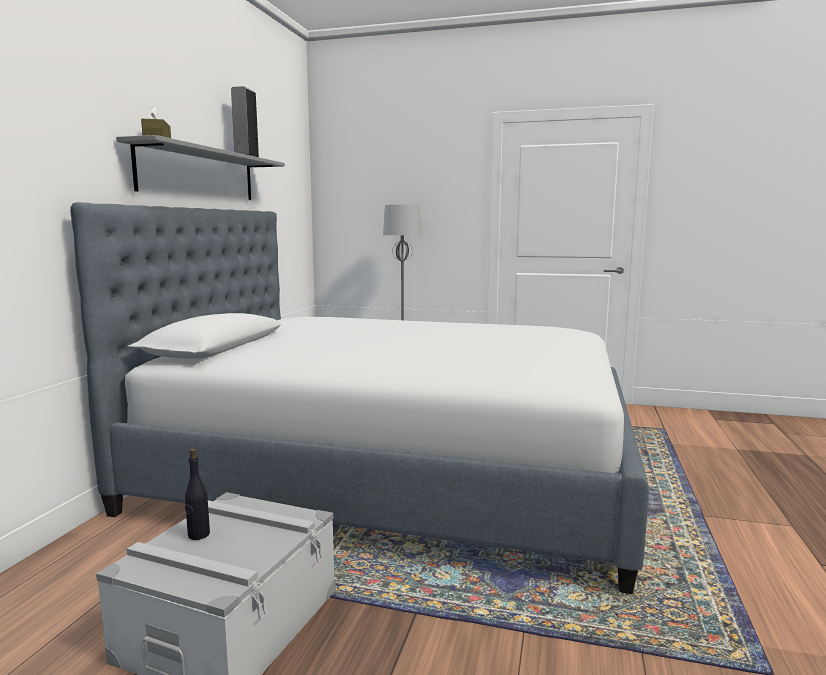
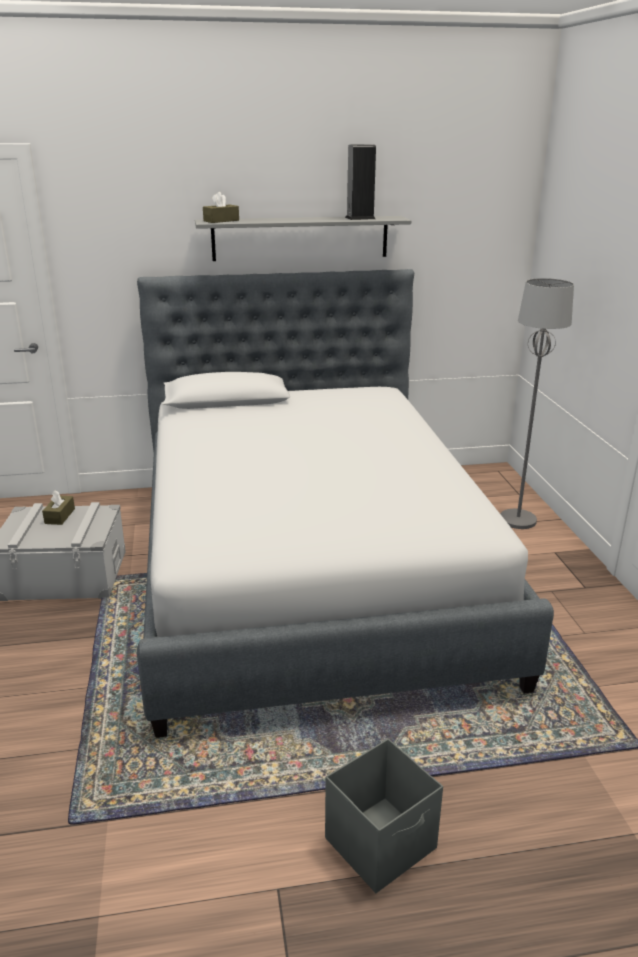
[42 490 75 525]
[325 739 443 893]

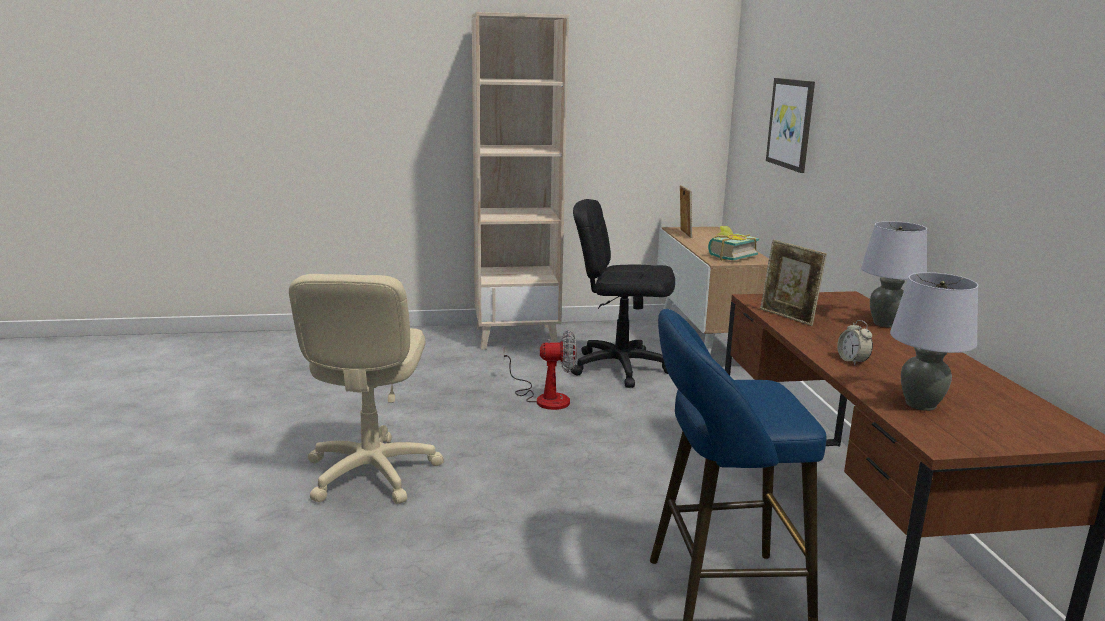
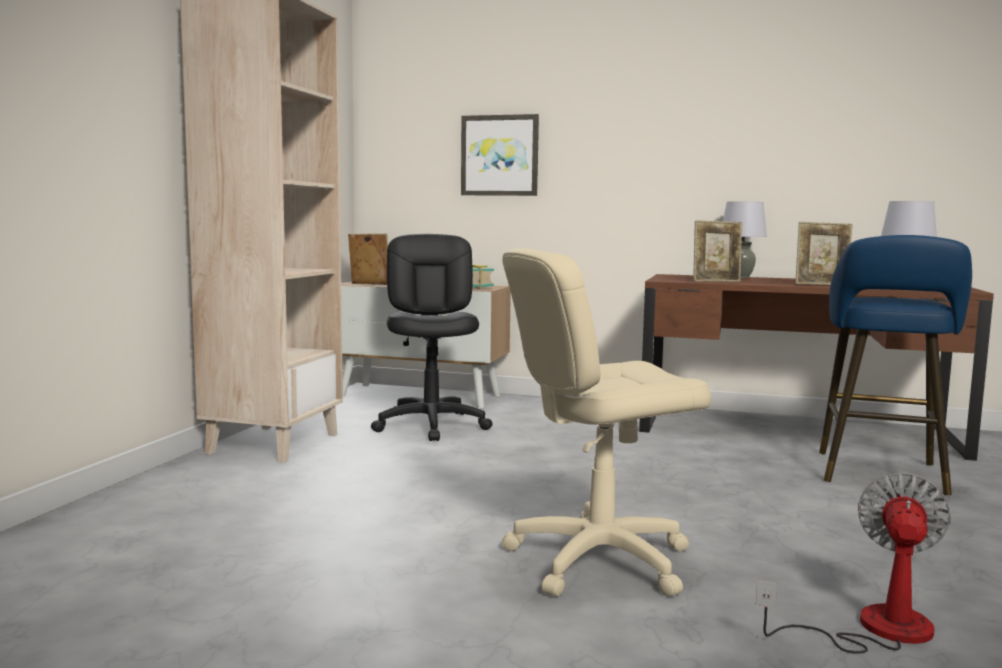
[371 234 493 441]
[501 248 711 596]
[756 472 951 654]
[795 222 853 285]

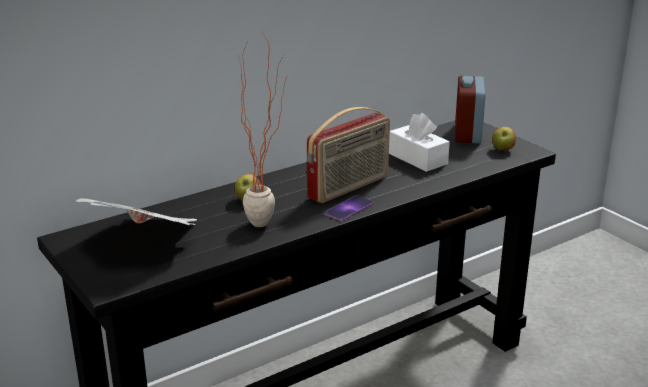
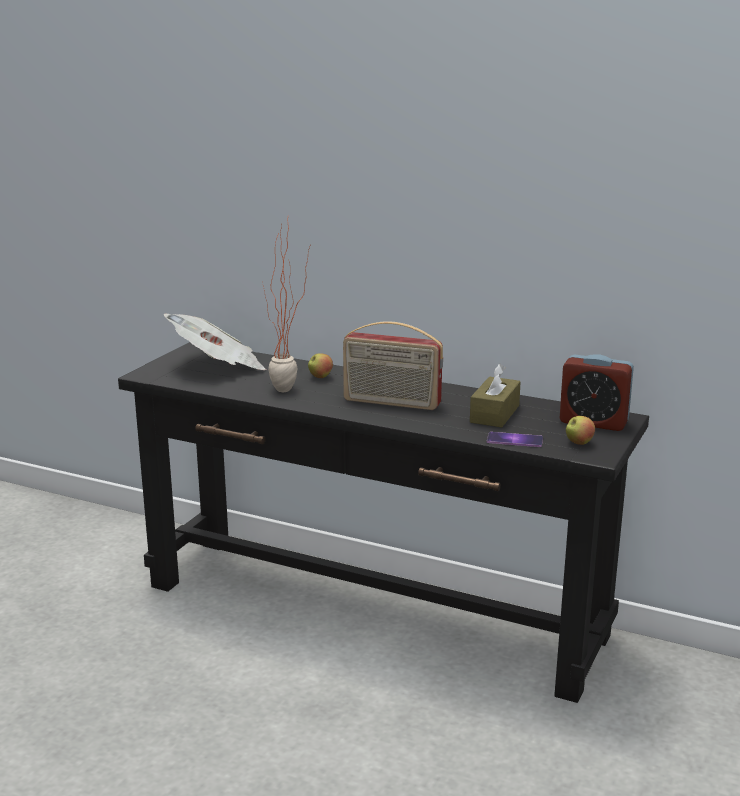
[470 364 521 428]
[487 432 543 447]
[560 354 634 431]

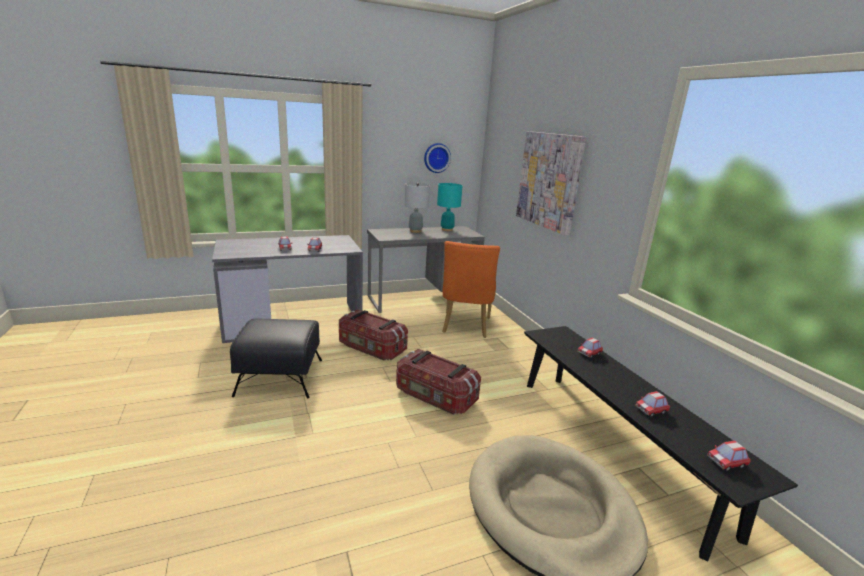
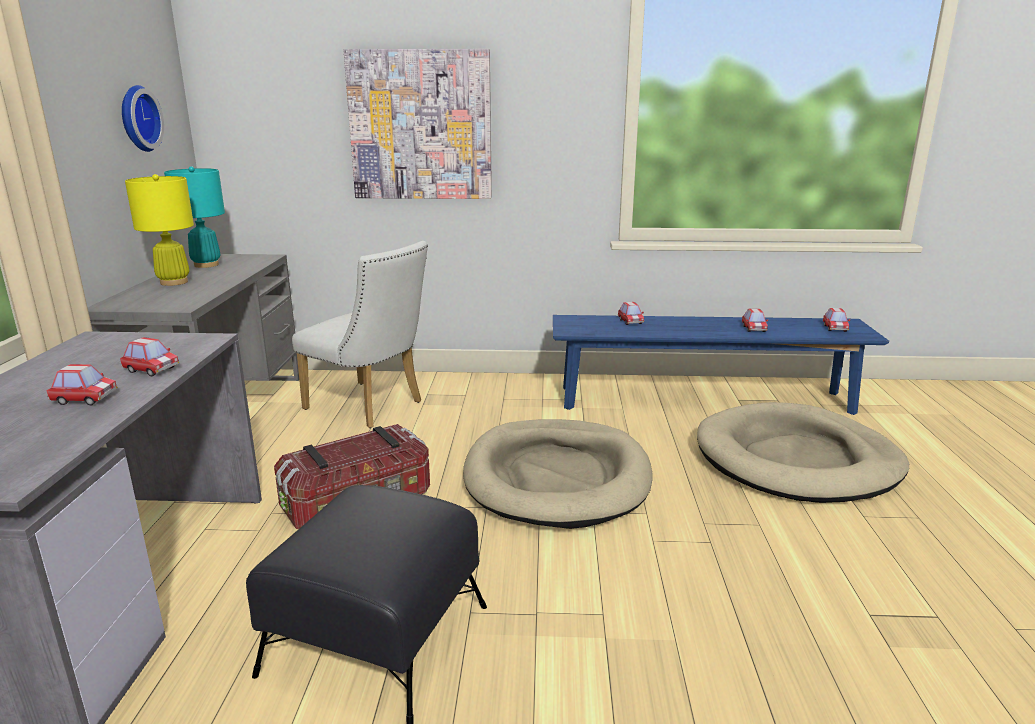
[125 174 194 286]
[292 241 428 428]
[463 419 653 529]
[553 315 889 415]

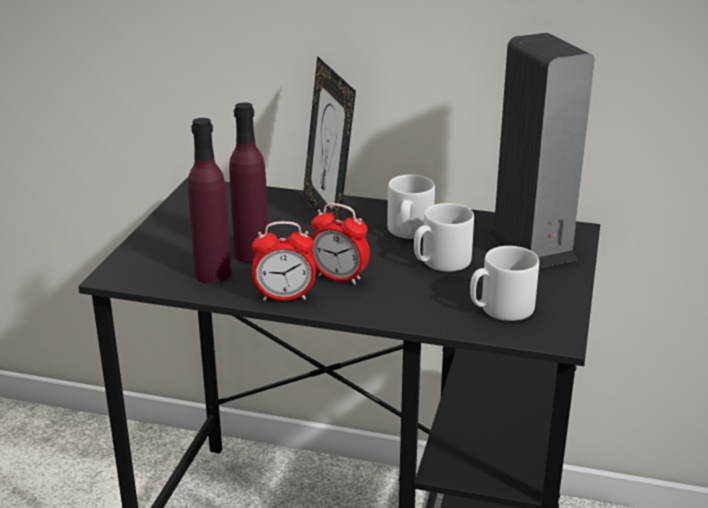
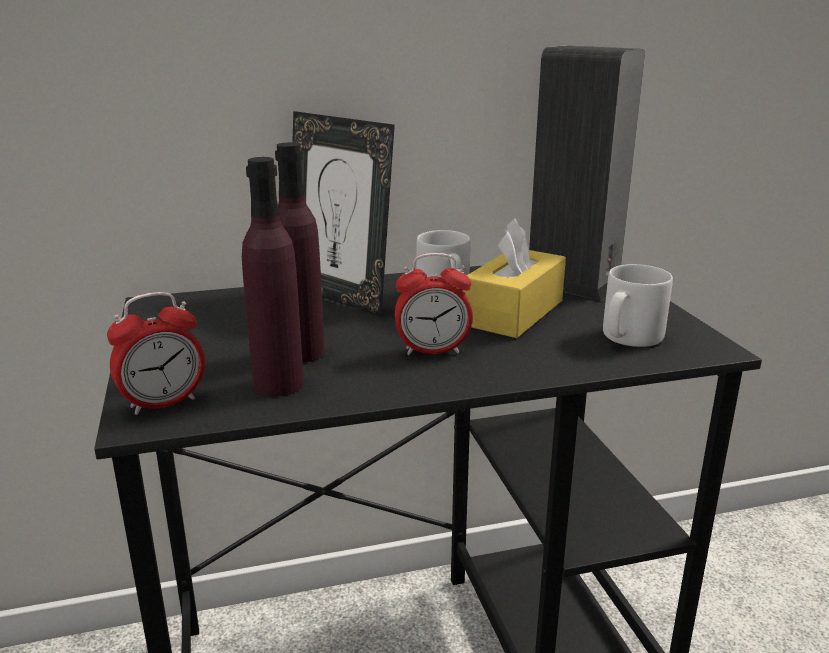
[107 292 205 415]
[463 219 566 338]

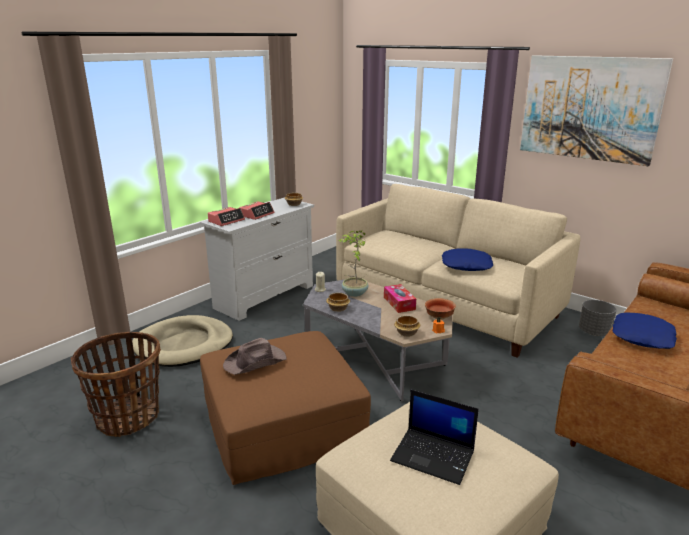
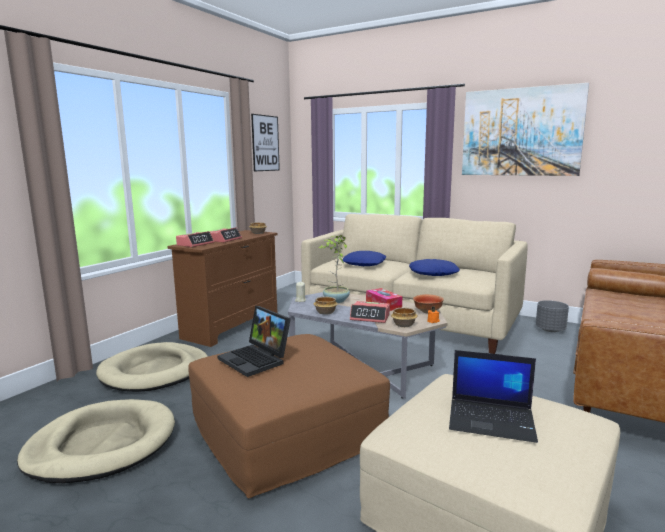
[17 399 175 483]
[167 230 278 347]
[218 306 291 377]
[251 114 280 171]
[342 251 387 266]
[350 301 390 323]

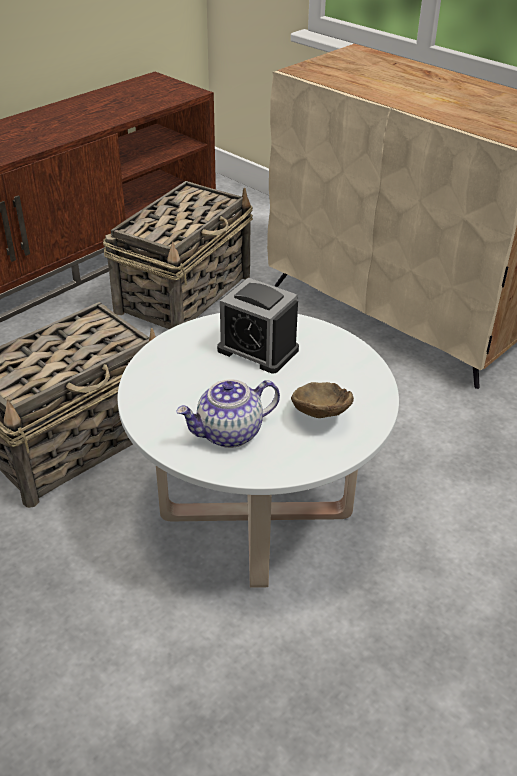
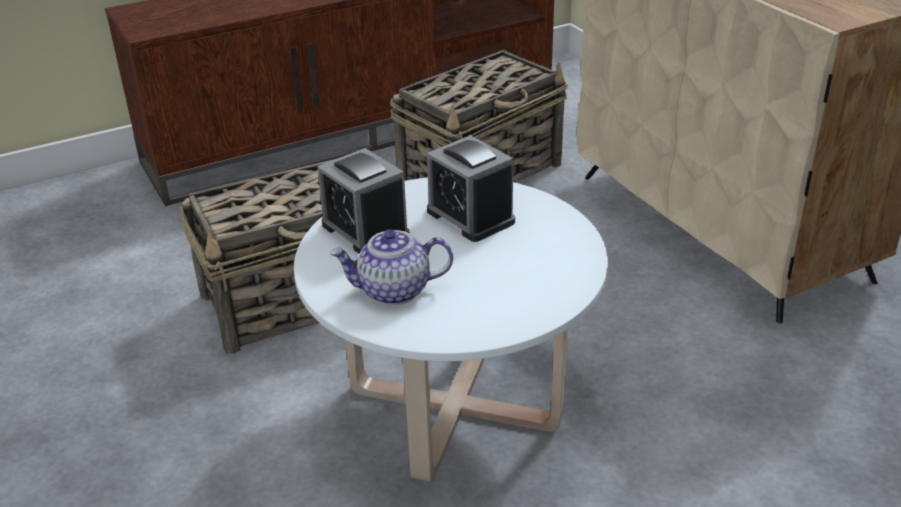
[317 148 409 254]
[291 382 354 418] (first image)

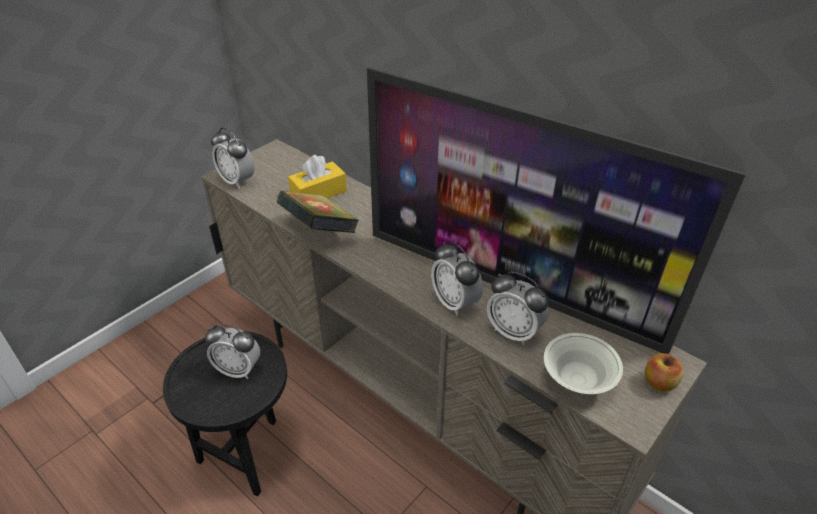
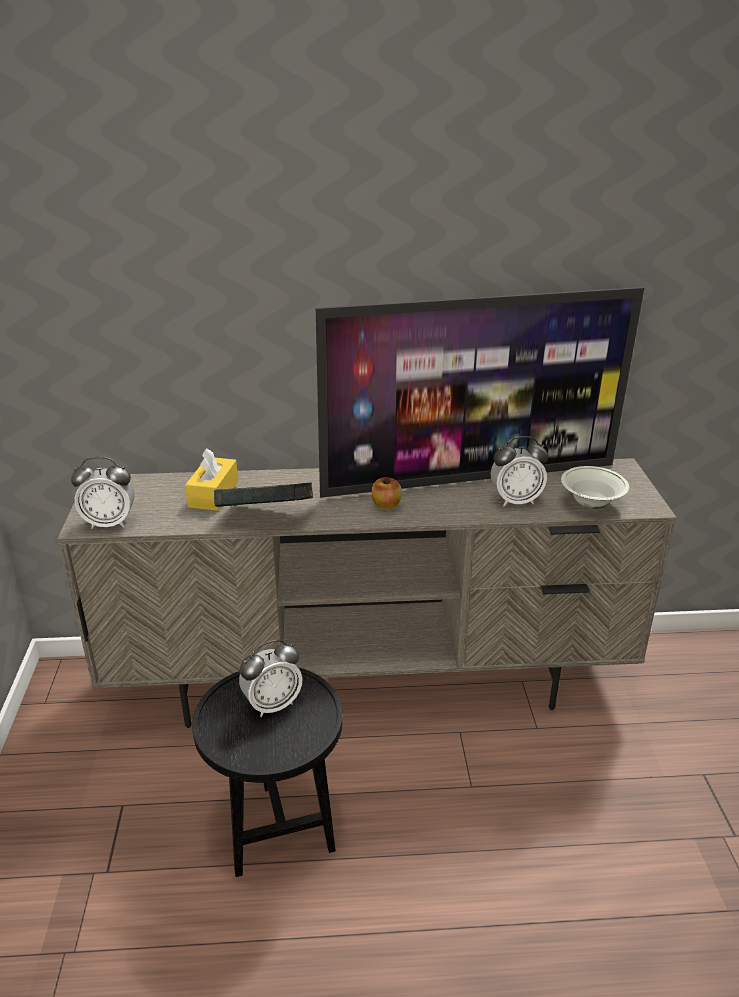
[372 477 402 510]
[431 241 483 316] (first image)

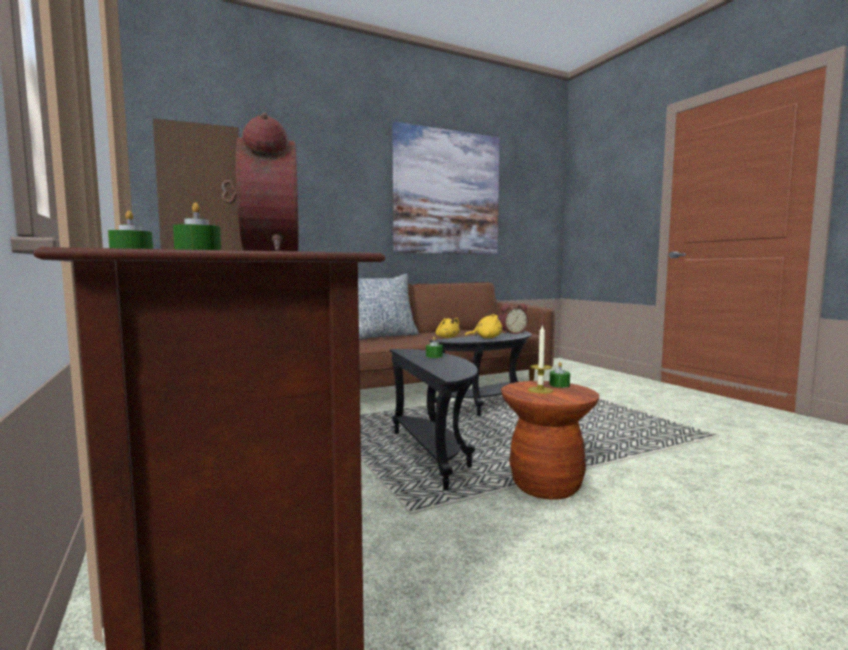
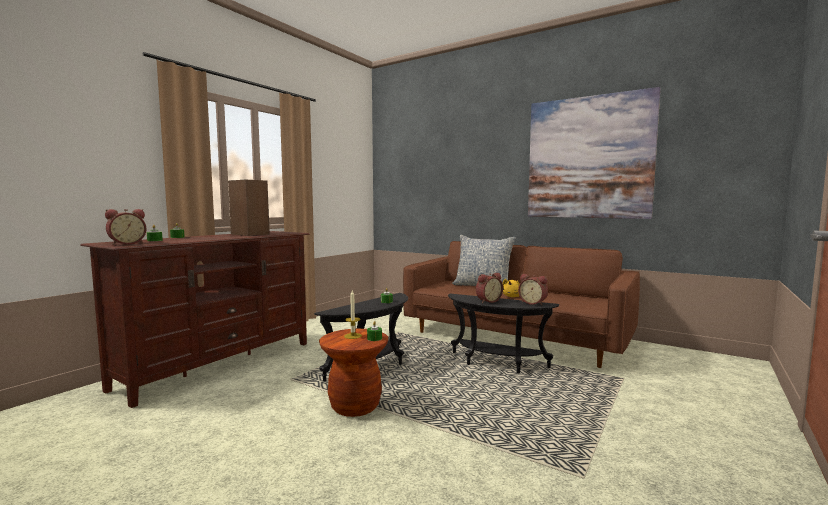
[476 273 503 303]

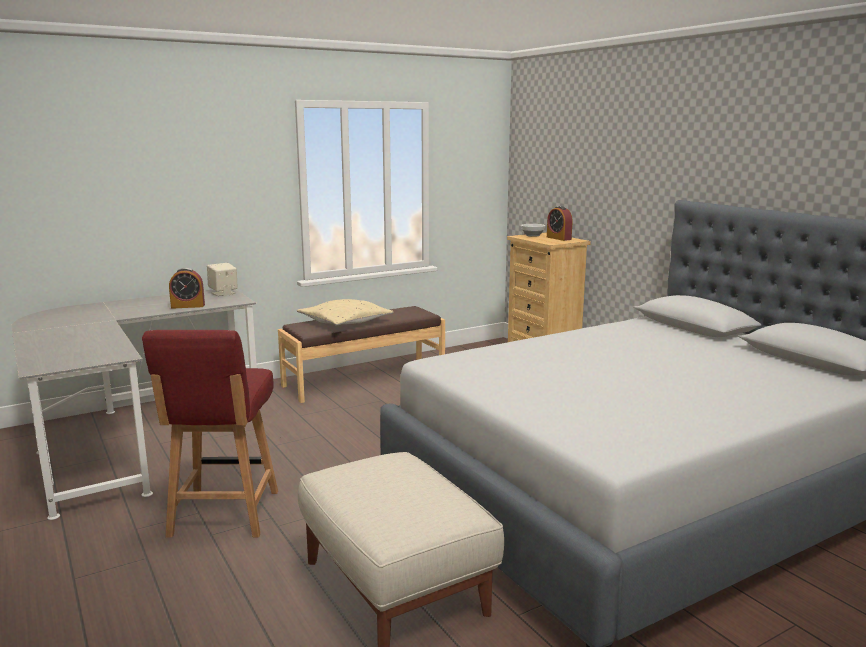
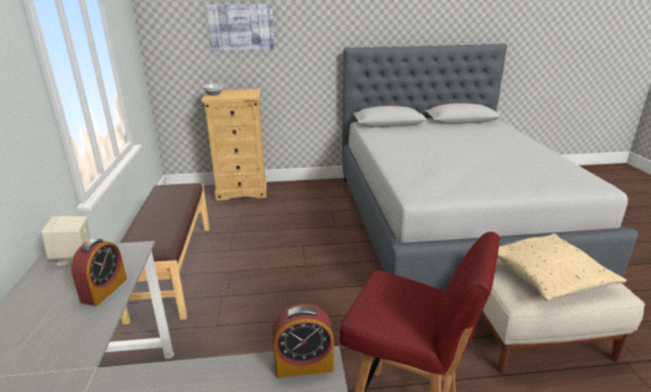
[206 4 274 51]
[273 304 334 378]
[498 233 627 301]

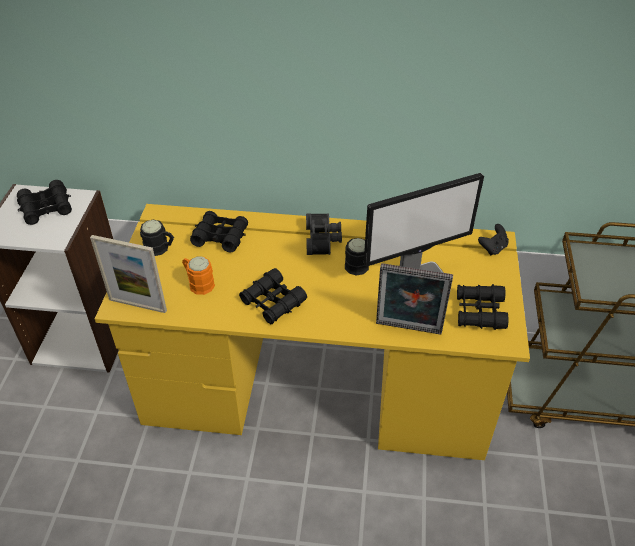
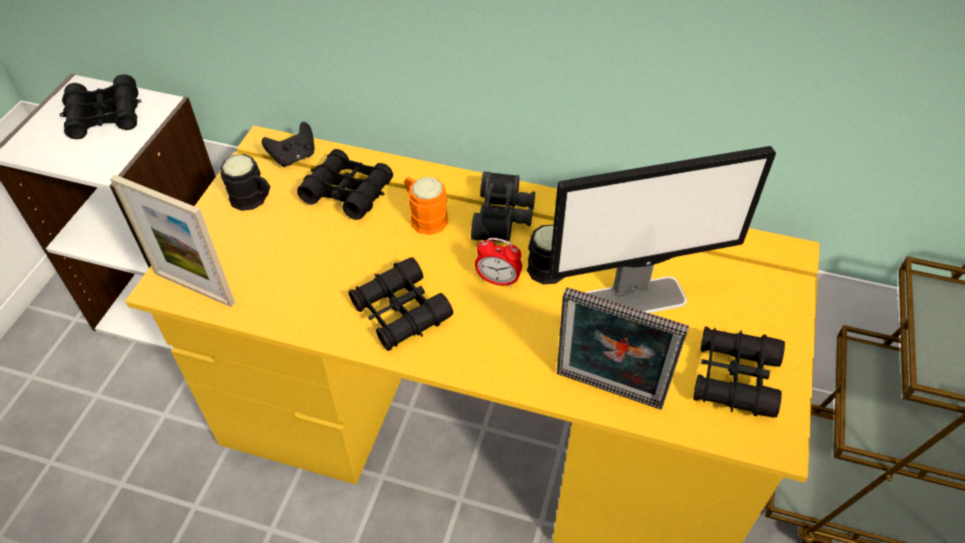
[262 122 315 167]
[404 177 448 235]
[475 238 522 287]

